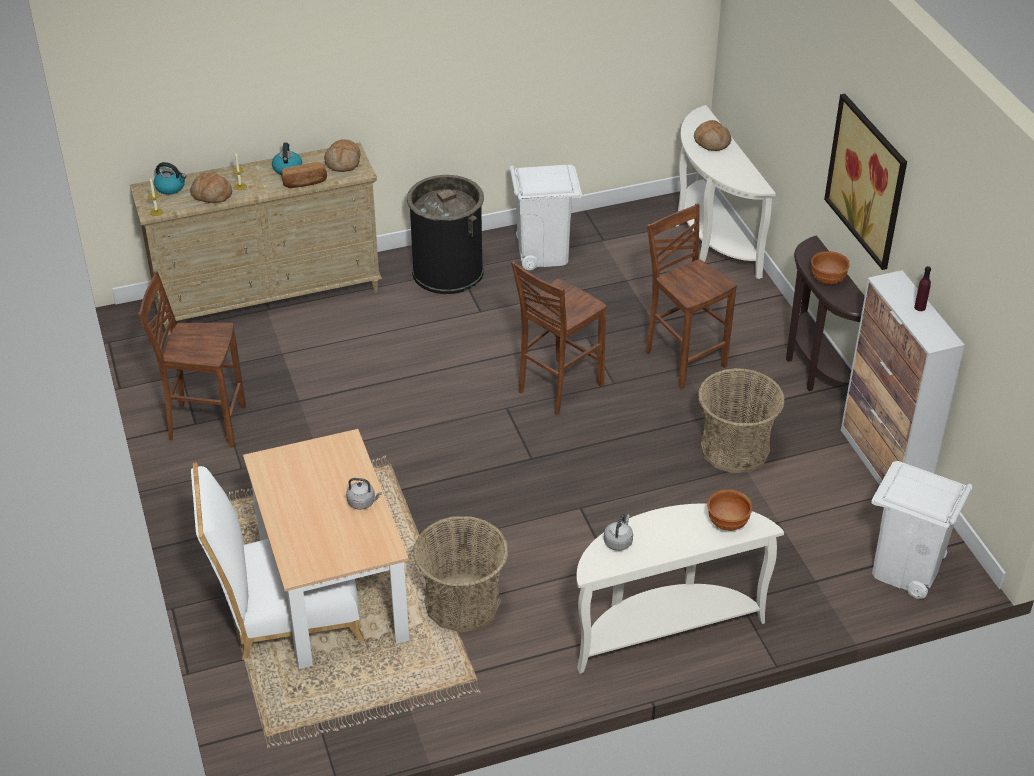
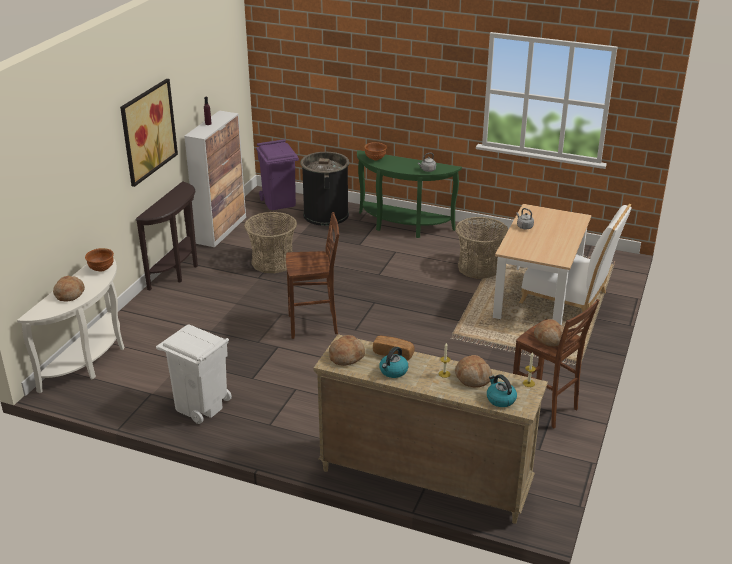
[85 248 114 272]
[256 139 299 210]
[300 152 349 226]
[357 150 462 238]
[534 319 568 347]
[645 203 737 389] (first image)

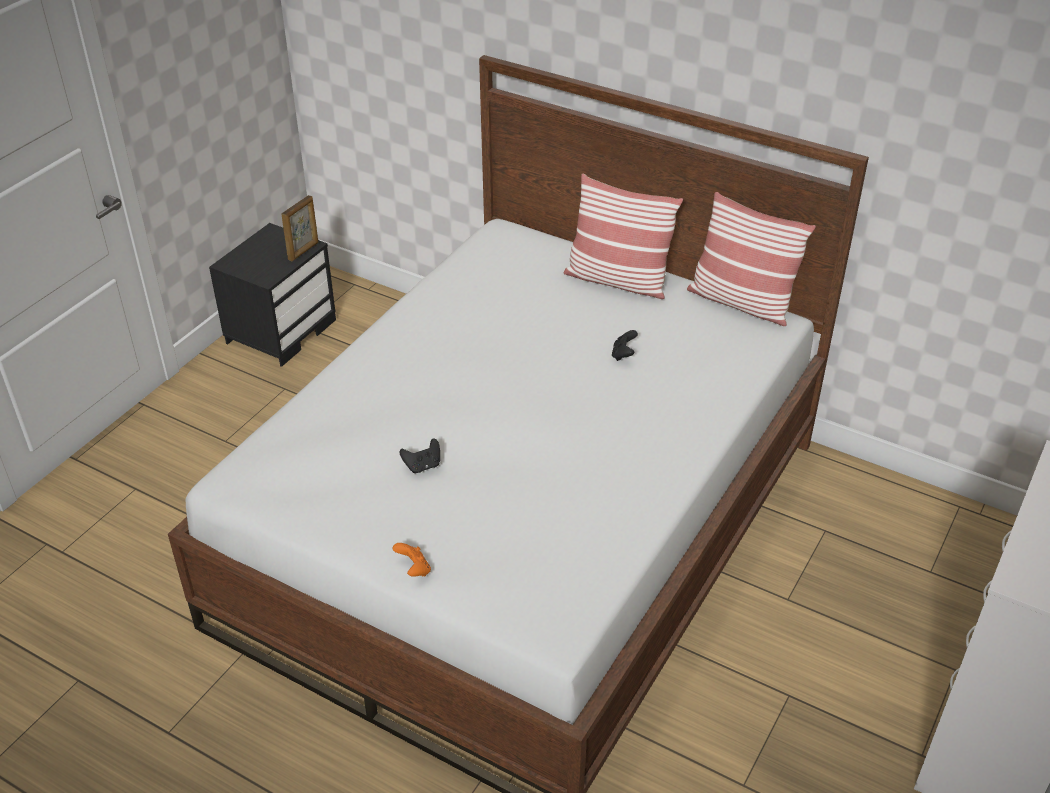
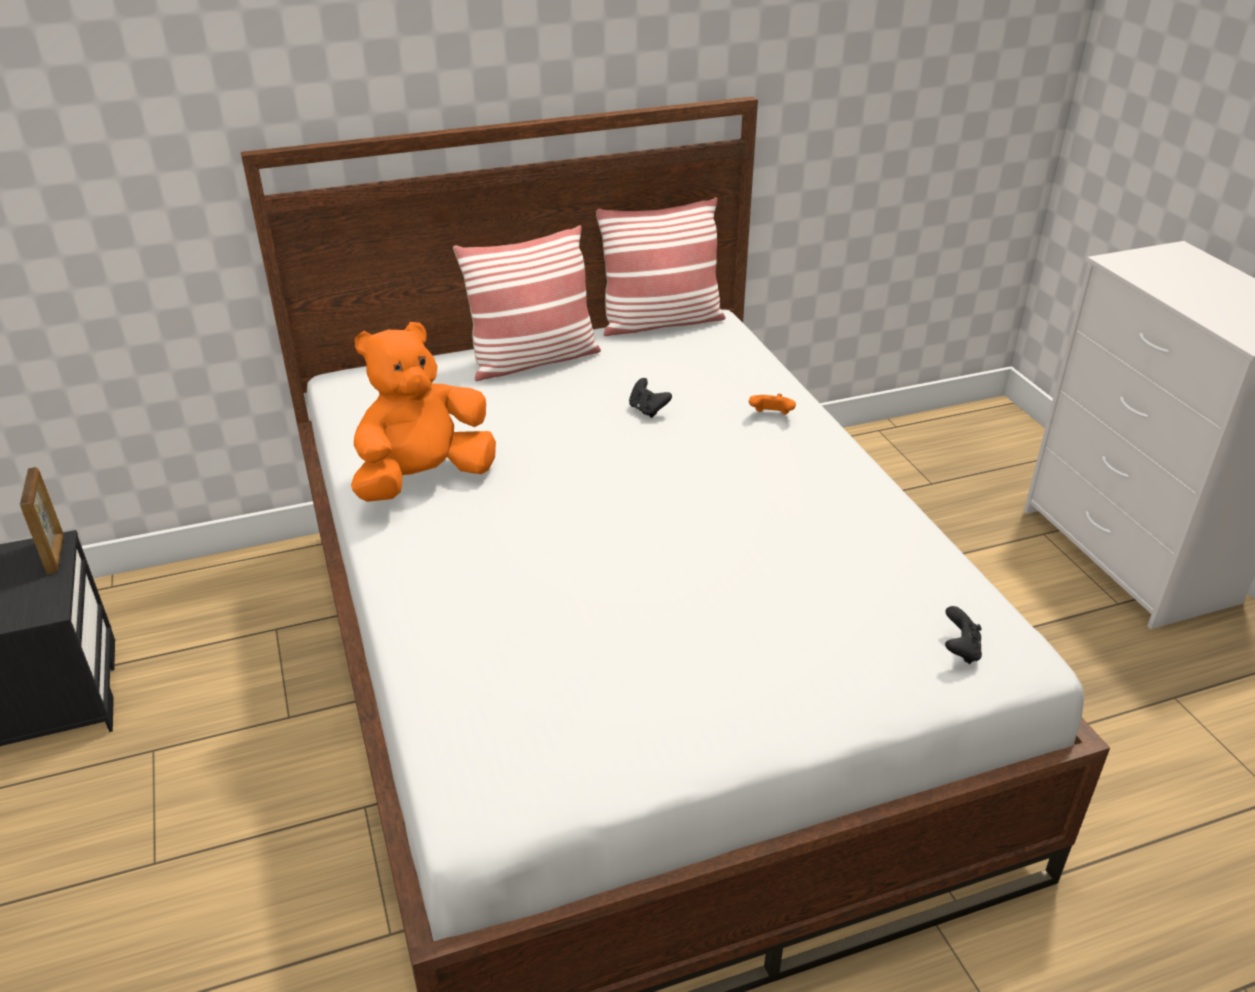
[351 322 496 502]
[749 394 796 415]
[945 606 982 664]

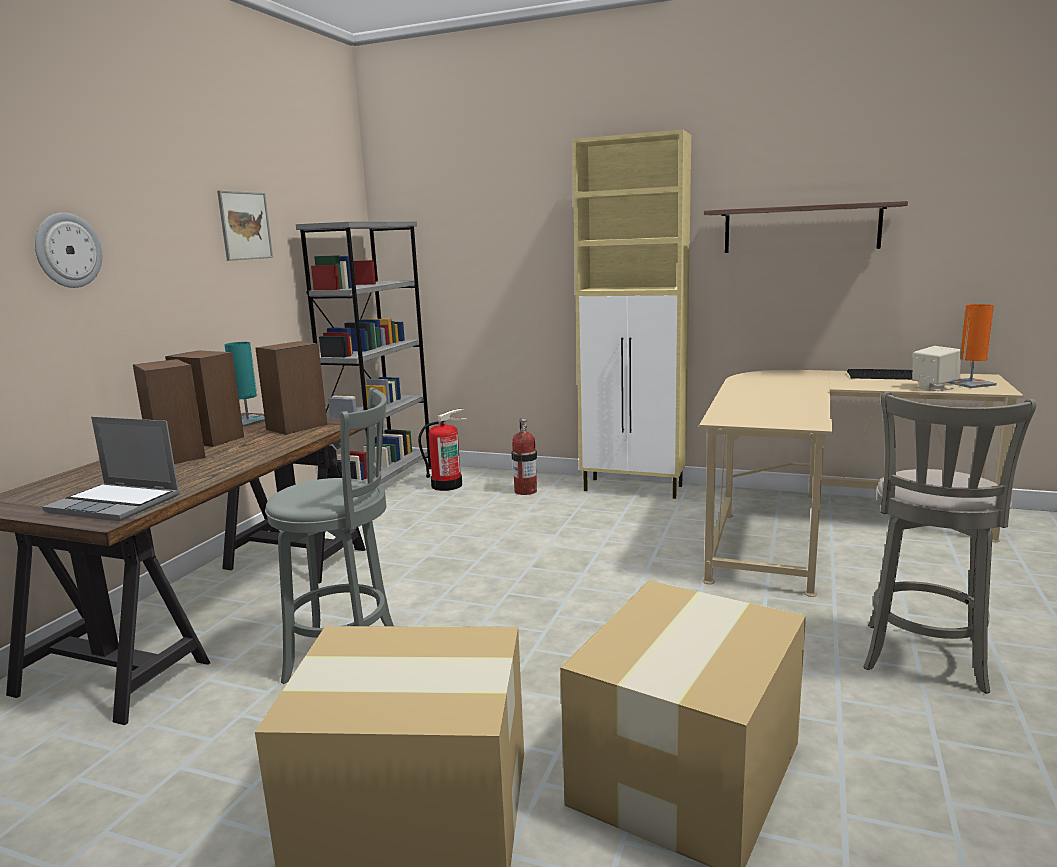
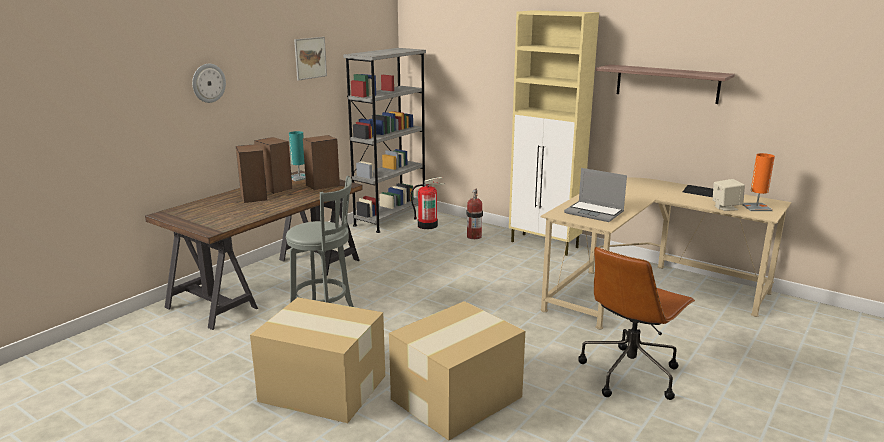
[564 168 627 222]
[578 247 695 400]

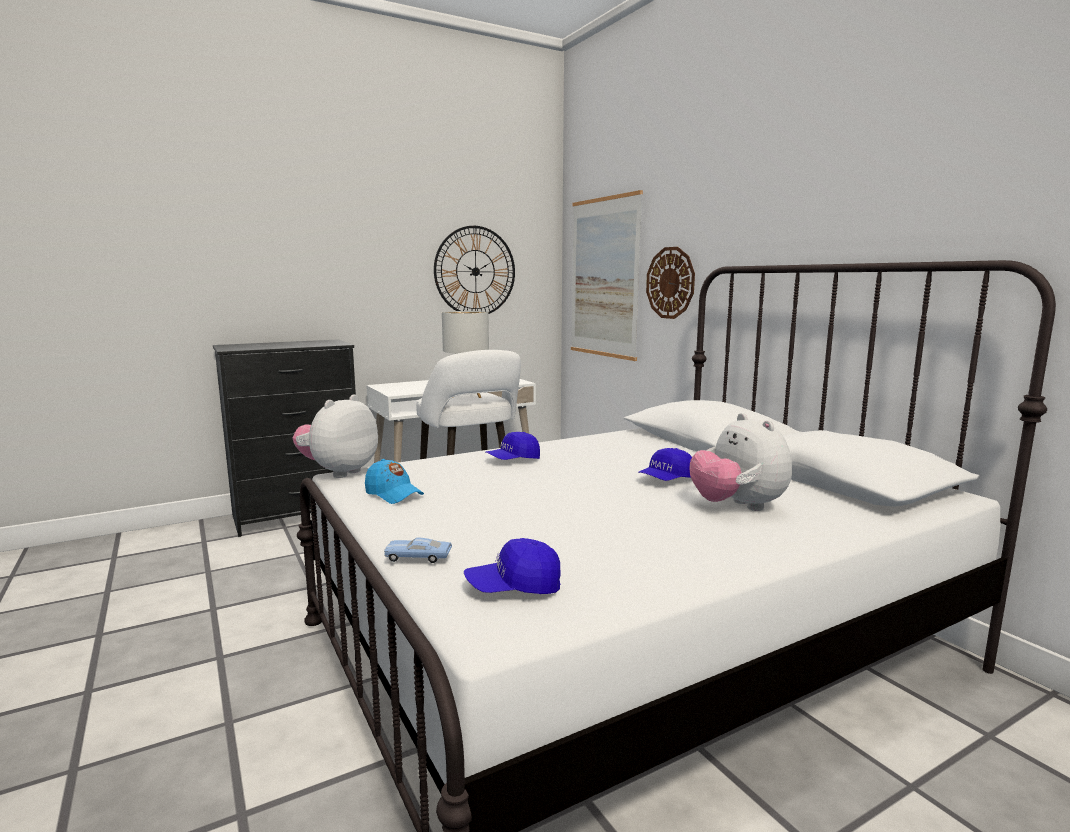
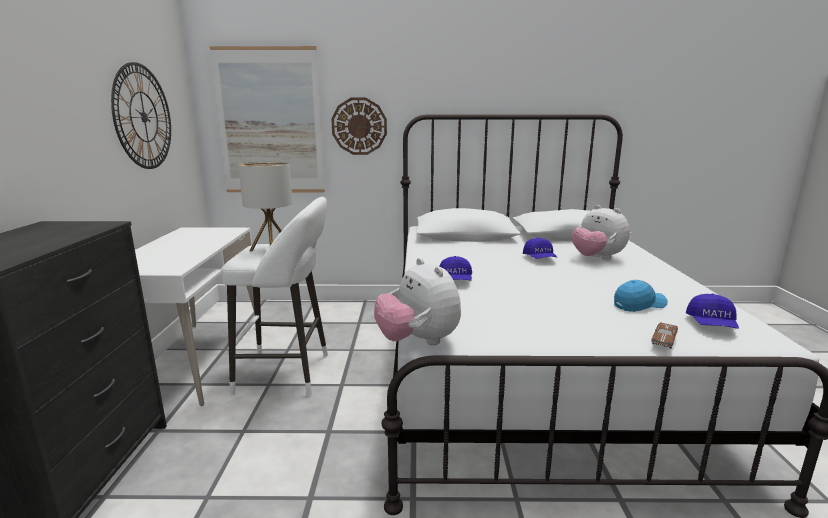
[572 205 630 260]
[614 280 668 312]
[652 322 678 349]

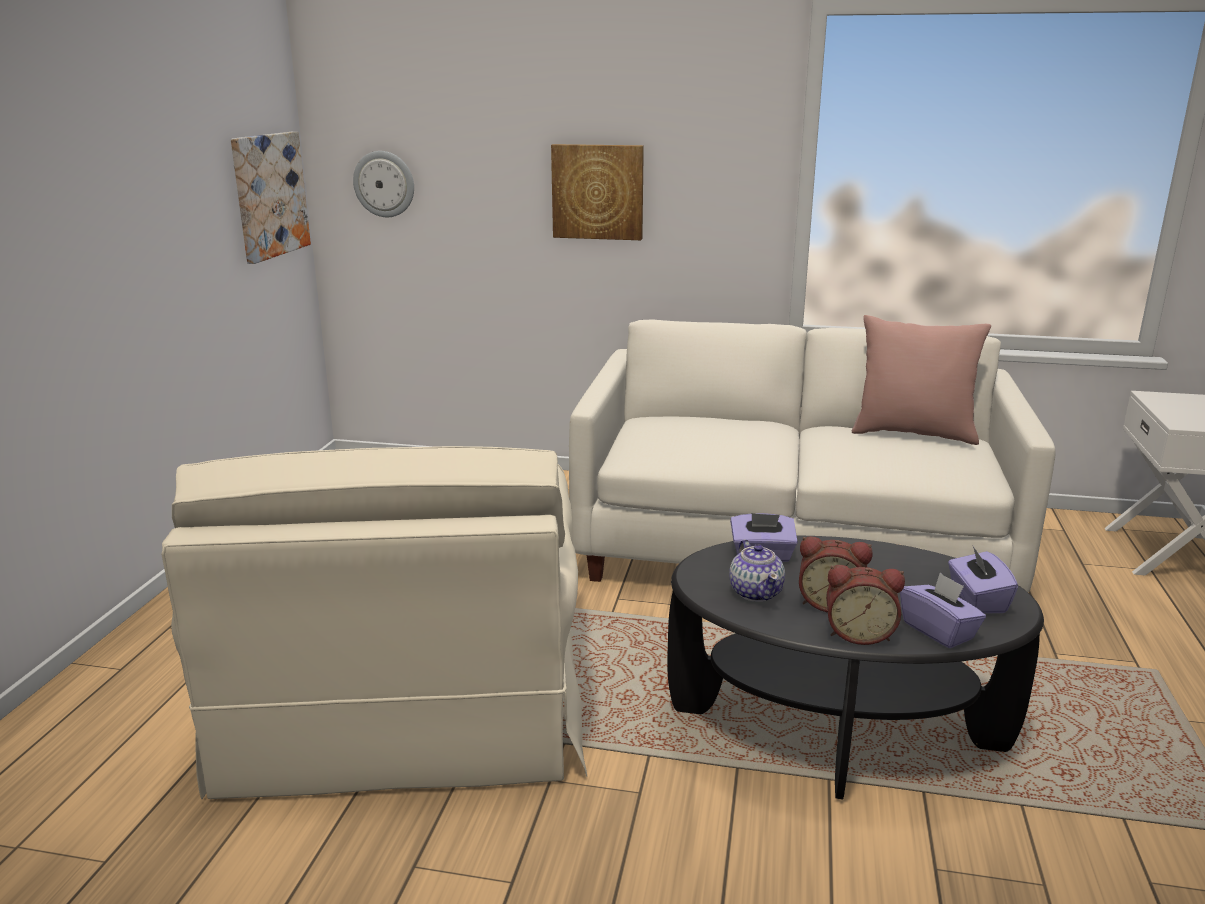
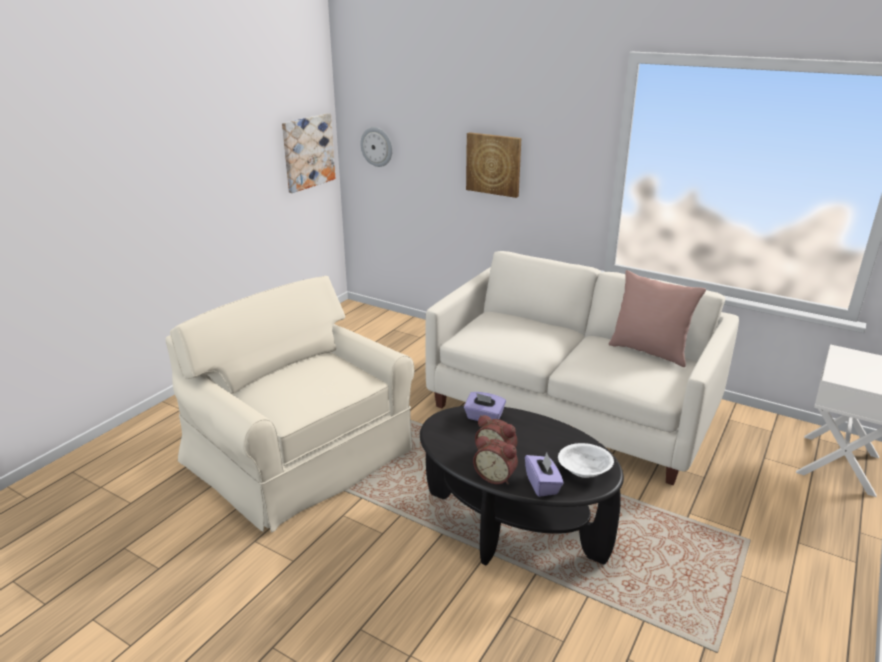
[166 276 414 532]
[558 443 614 478]
[729 539 785 602] (first image)

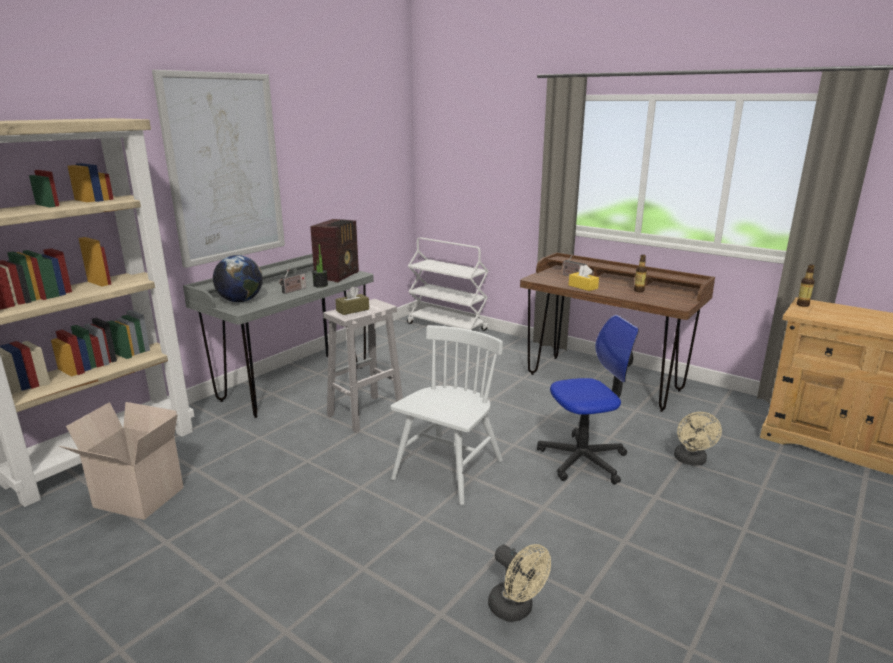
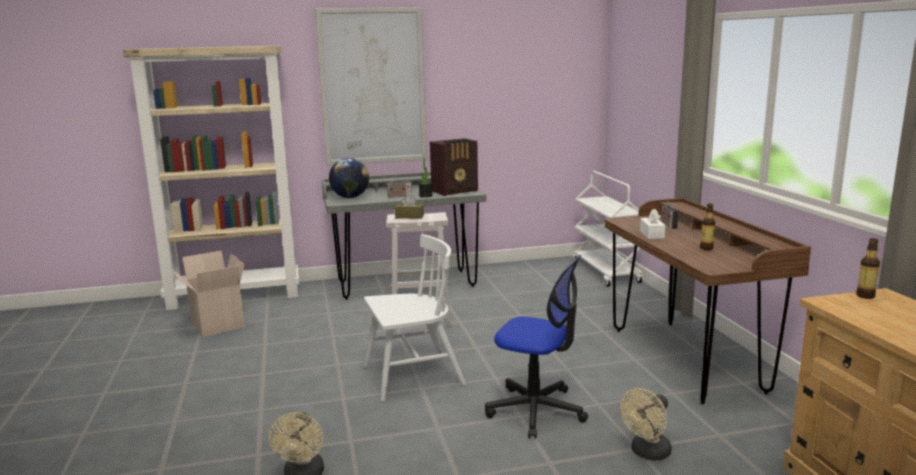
[640 209 666 239]

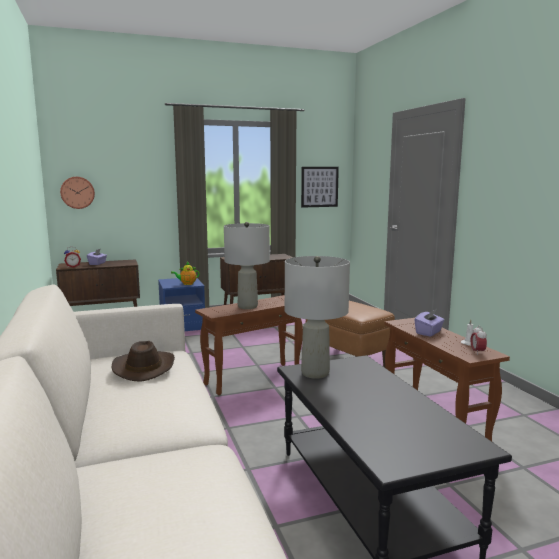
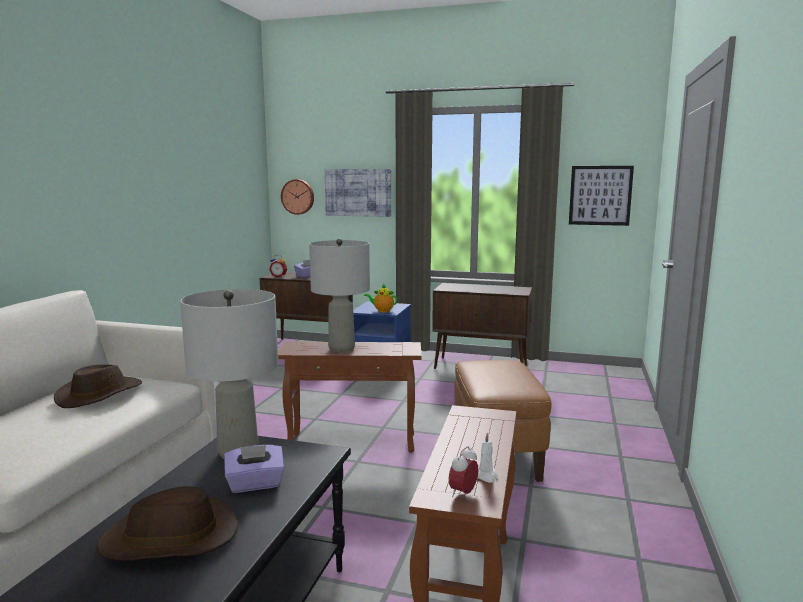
[96 486 238 561]
[224 445 284 493]
[325 169 391 217]

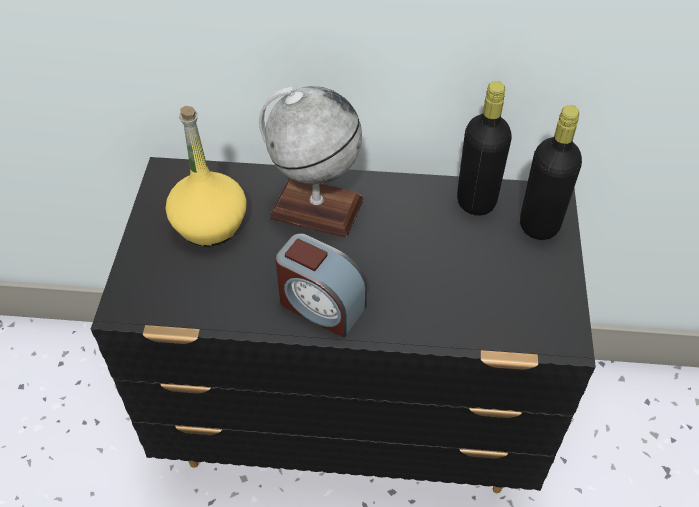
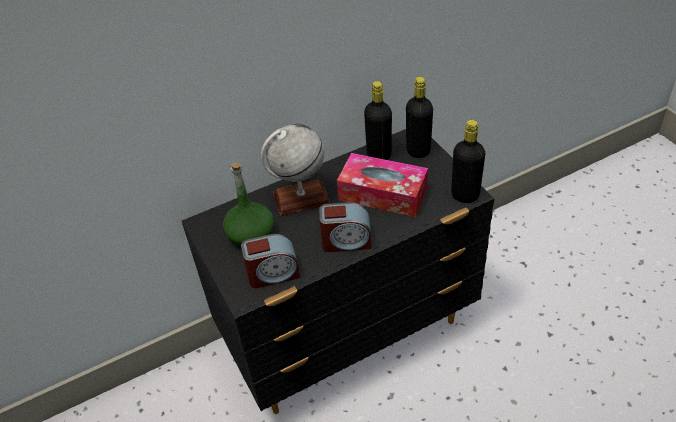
[223 163 274 248]
[241 234 300 288]
[337 153 428 217]
[451 120 485 203]

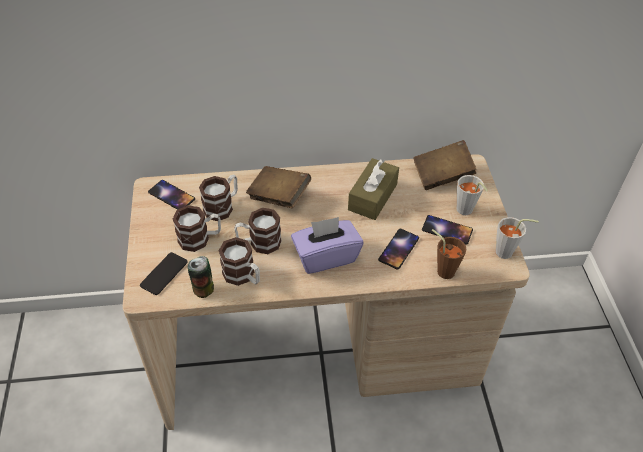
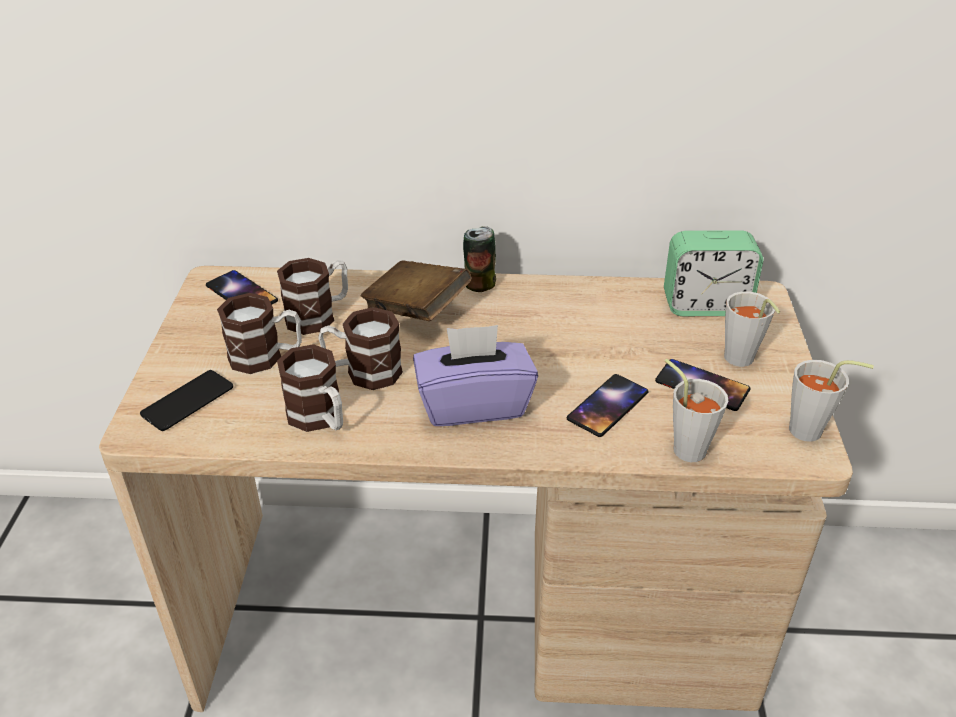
[463 226 496 292]
[664 230 763 316]
[665 359 728 462]
[348 158 399 220] (first image)

